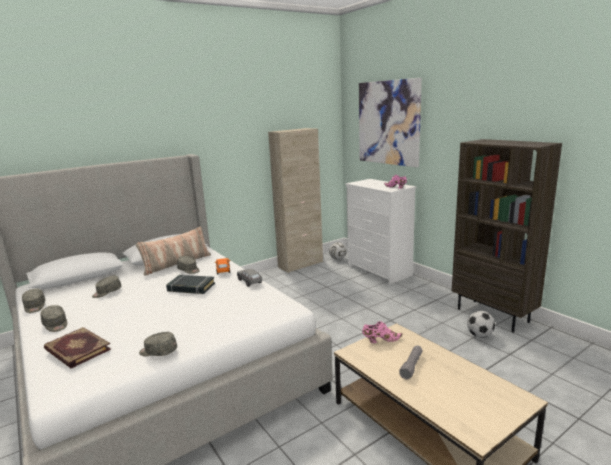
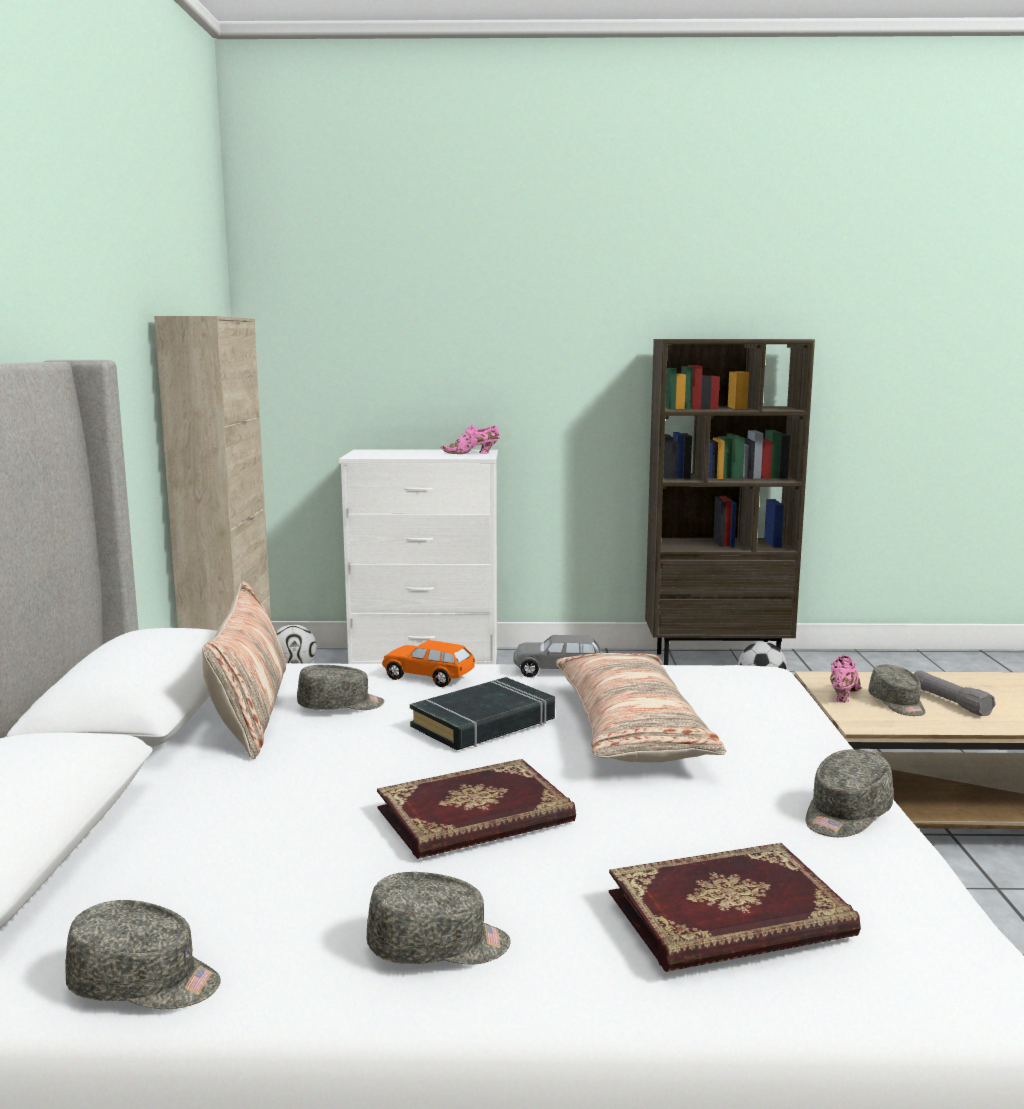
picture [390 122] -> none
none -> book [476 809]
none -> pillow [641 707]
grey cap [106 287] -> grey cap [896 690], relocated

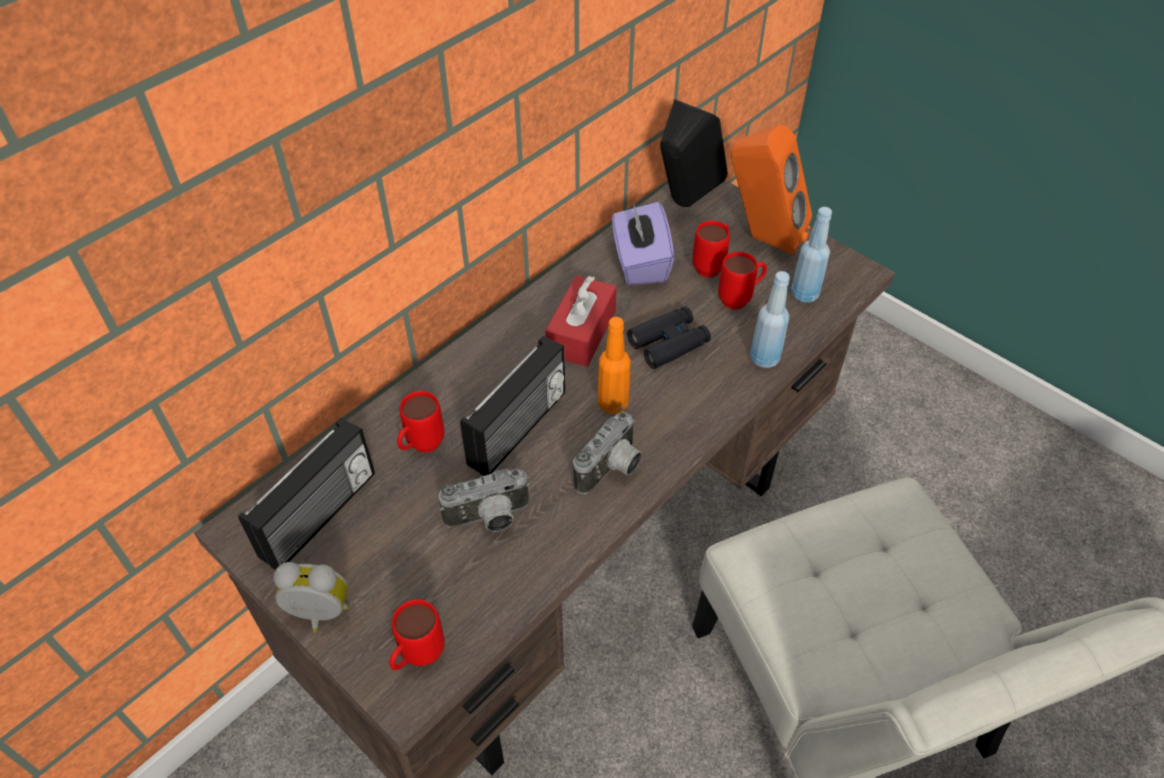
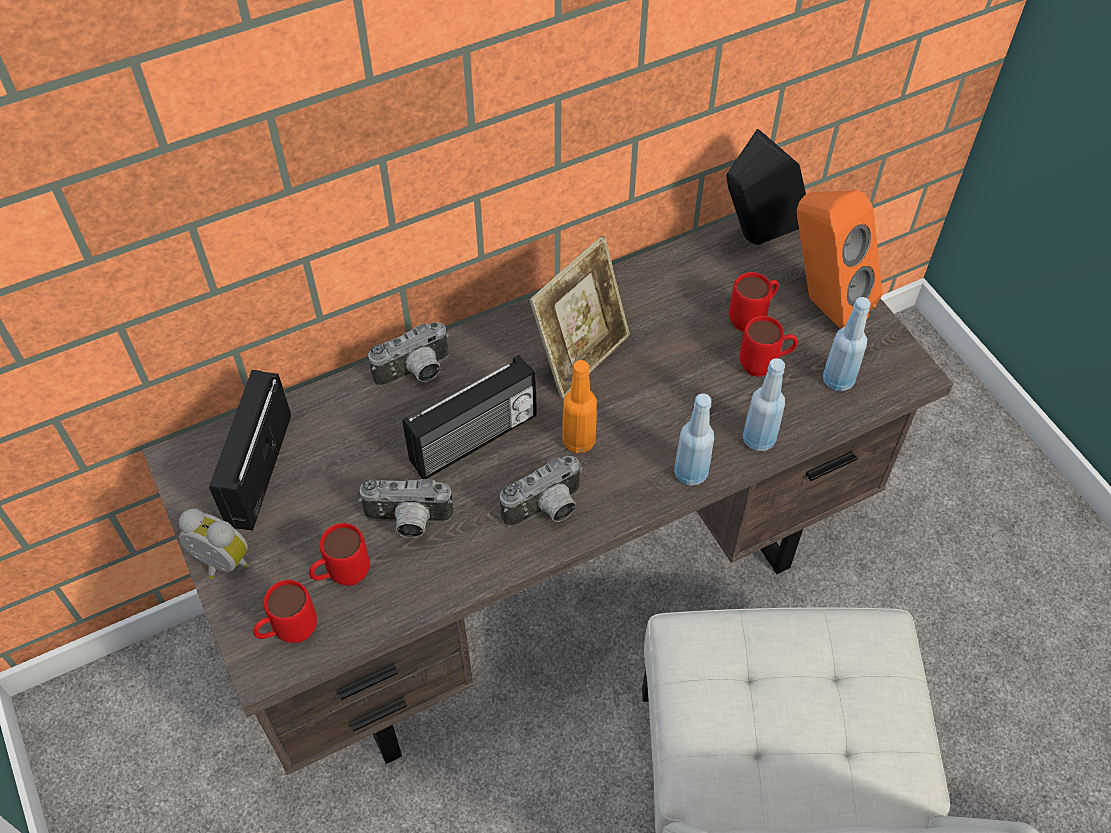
purple tissue box [643 243] -> none
black binoculars [669 337] -> none
none -> photo camera [408 354]
none -> blue bottle [694 439]
red mug [420 422] -> red mug [339 554], relocated
red tissue box [581 321] -> picture frame [579 317]
radio [306 494] -> radio [250 450], 135 degrees clockwise

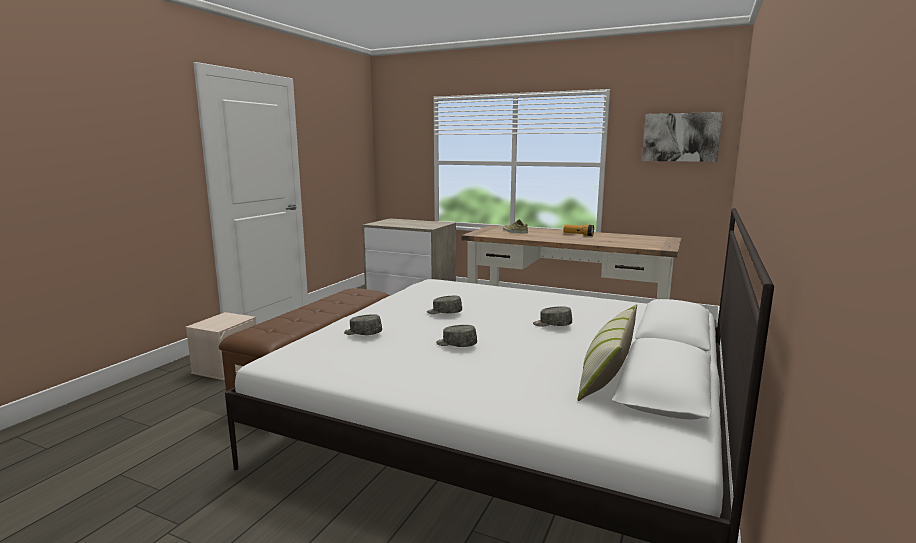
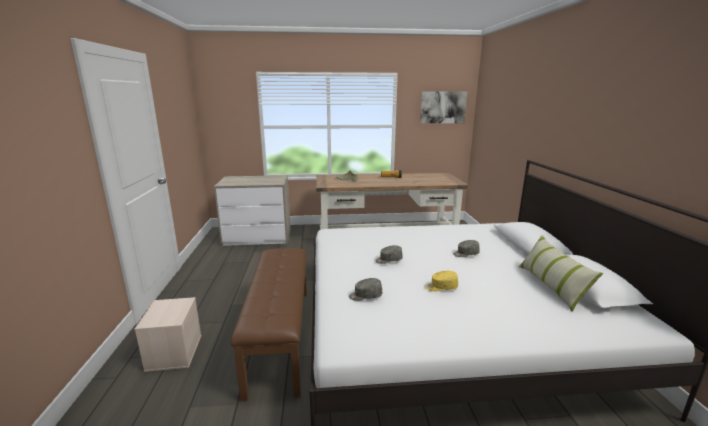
grey cap [456 336] -> yellow cap [442 281]

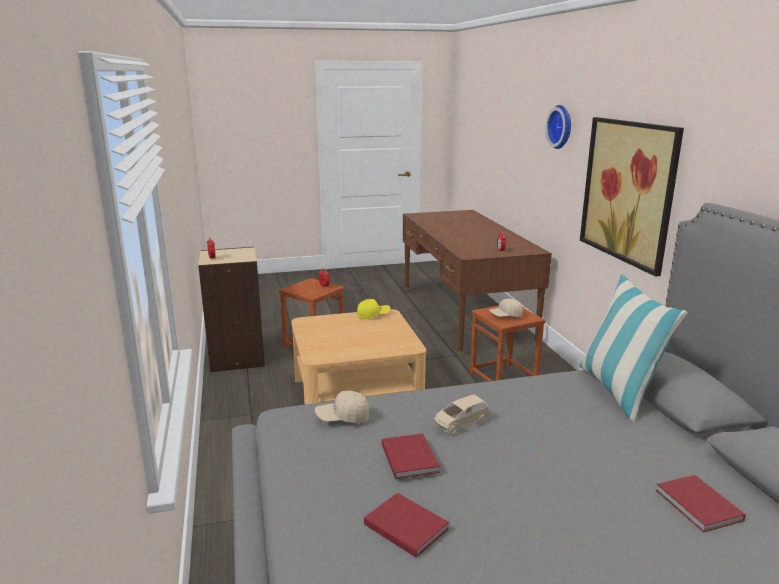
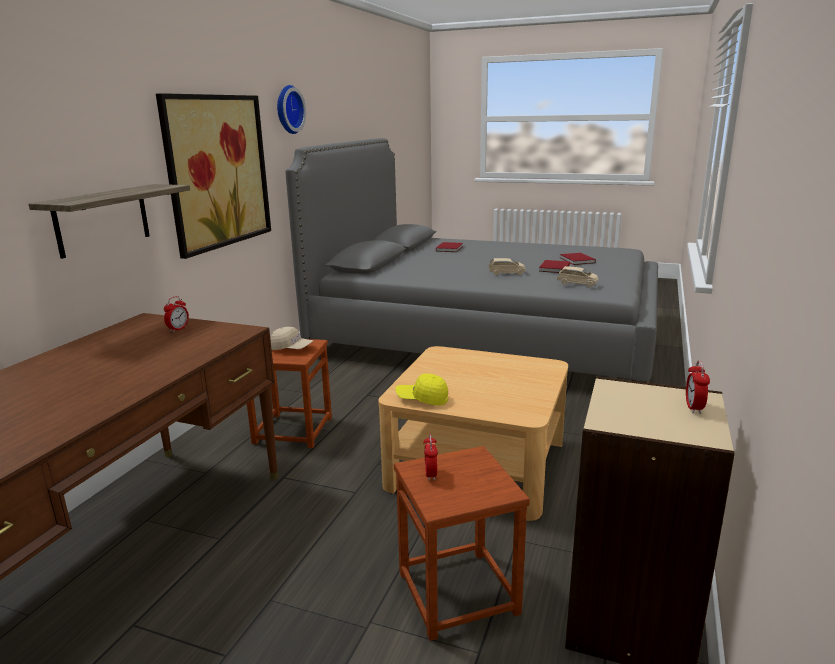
pillow [633 348] -> none
none -> shelf [109 221]
wall clock [558 127] -> wall clock [291 109], relocated
beige cap [342 406] -> beige toy car [578 276]

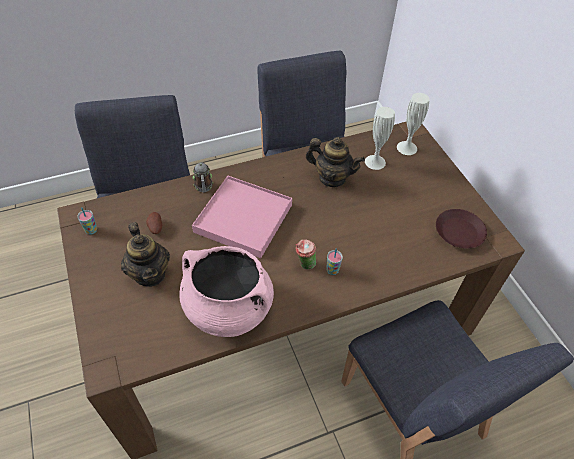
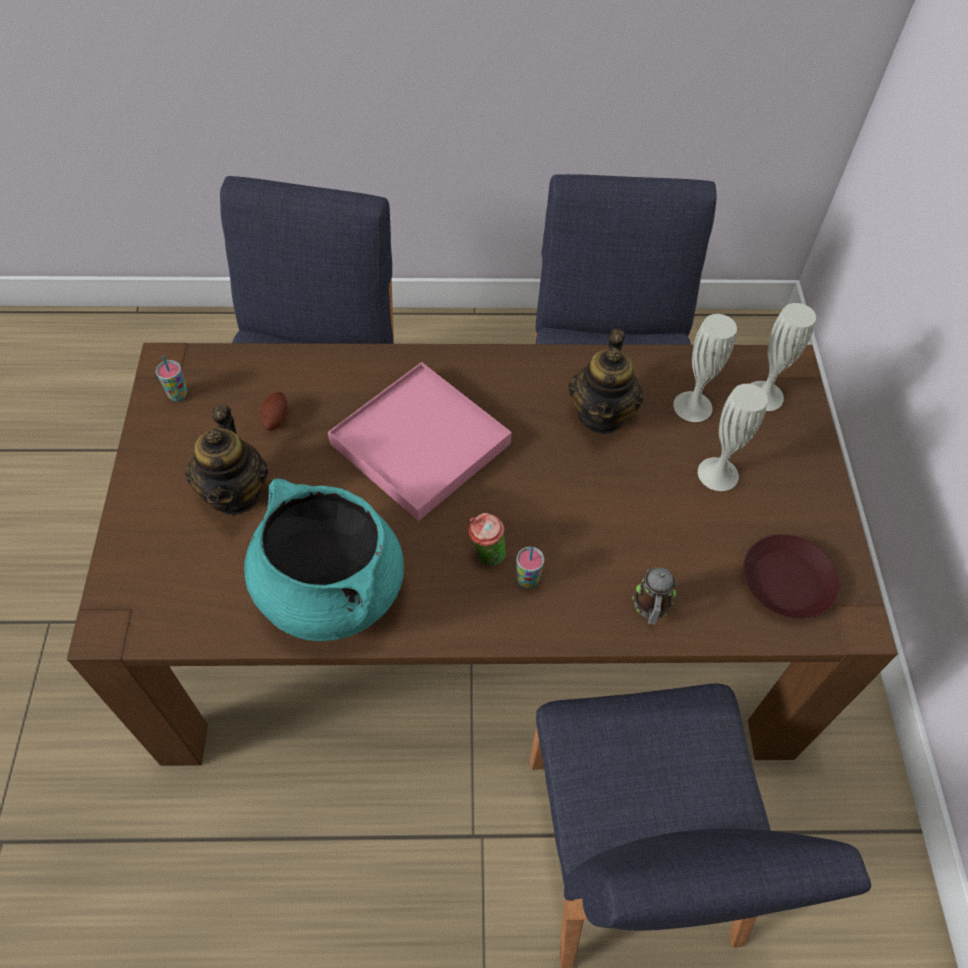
none -> white vase [733 437]
mug [202 178] -> mug [654 596], relocated
pink cooking pot [227 291] -> turquoise cooking pot [324 559]
teapot [335 162] -> teapot [606 381], 60 degrees clockwise

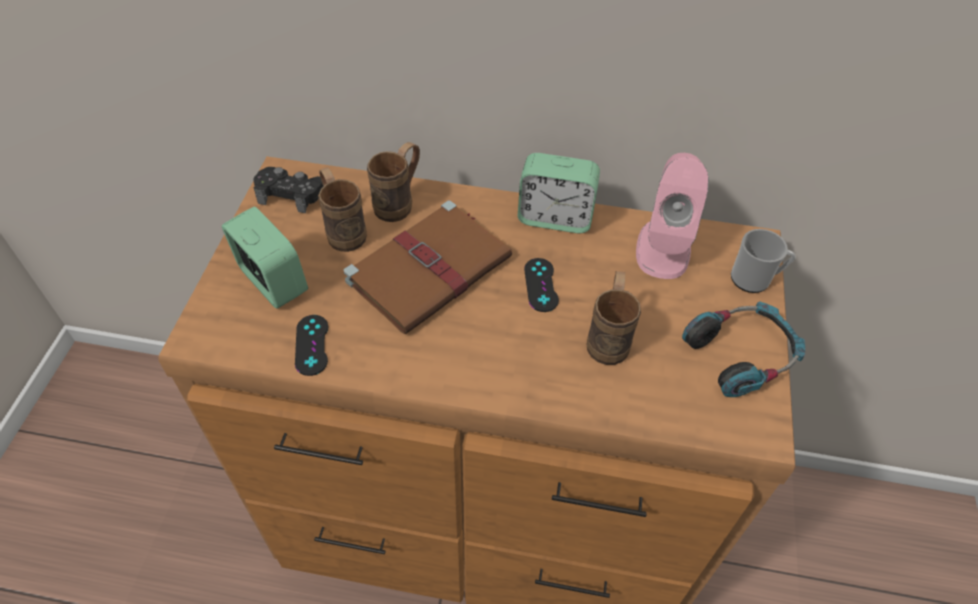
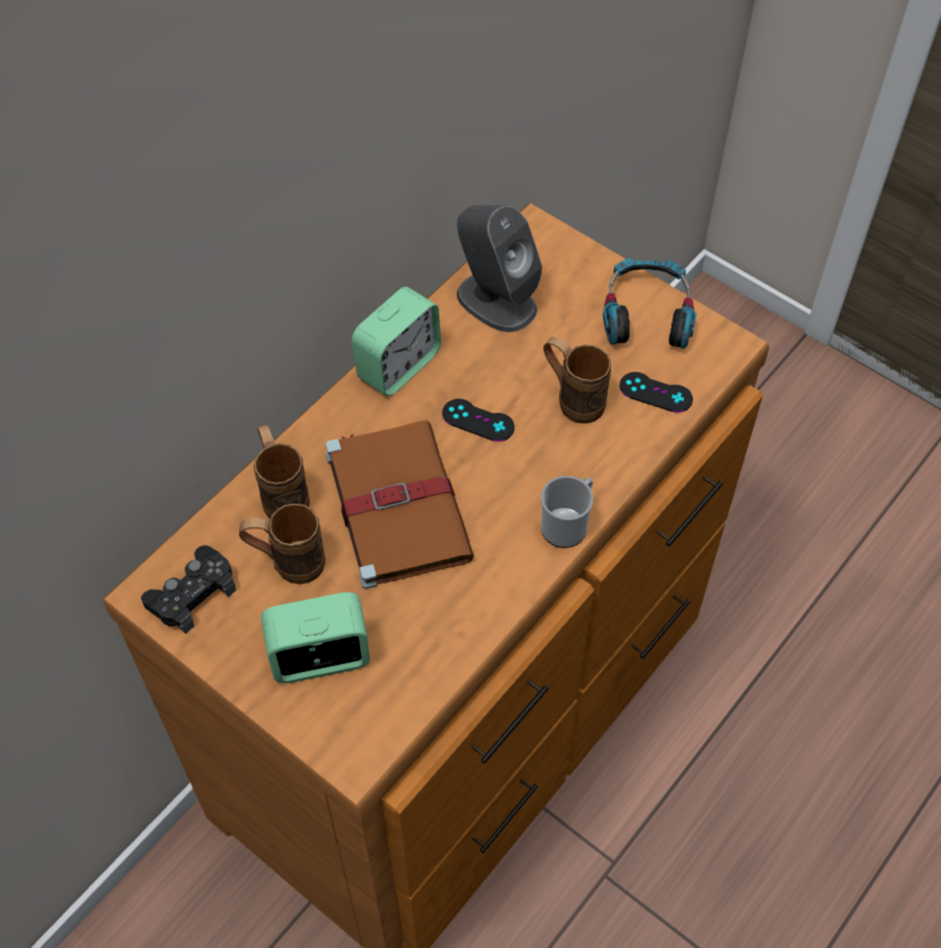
black game controller [311 345] -> black game controller [656 392], relocated
mug [763 261] -> mug [567 512], relocated
pink speaker [672 216] -> grey speaker [499 268]

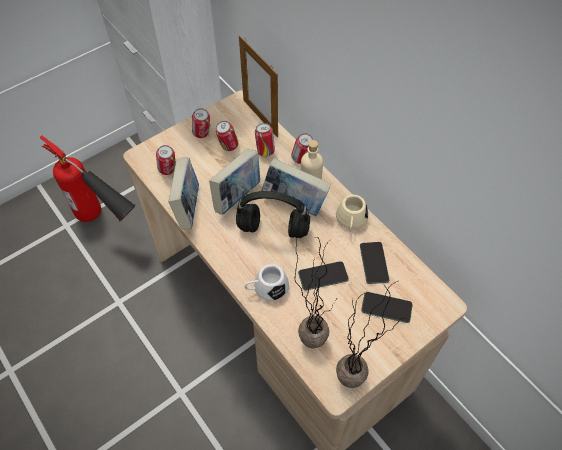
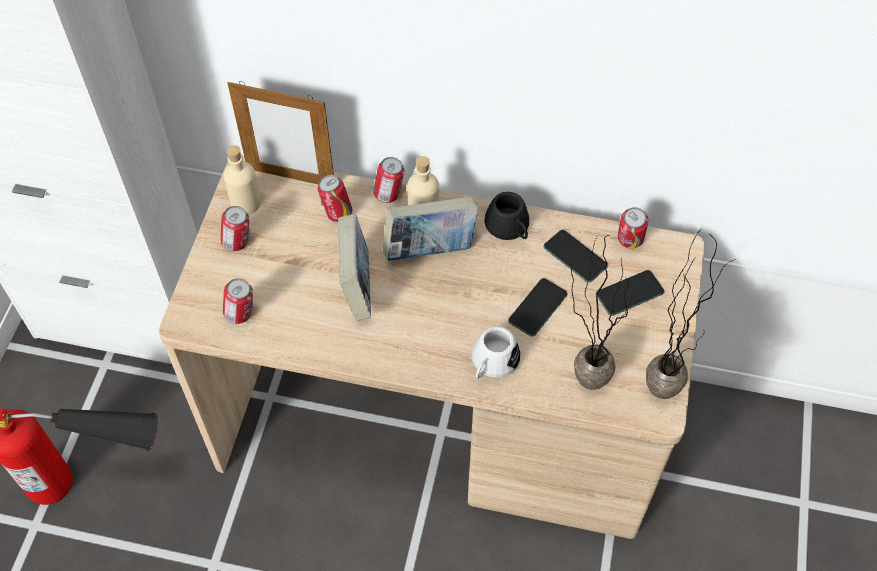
book [183 193] -> none
black headphones [273 214] -> none
none -> beige bottle [242 180]
can [227 136] -> can [633 228], relocated
beige mug [352 213] -> black mug [506 216]

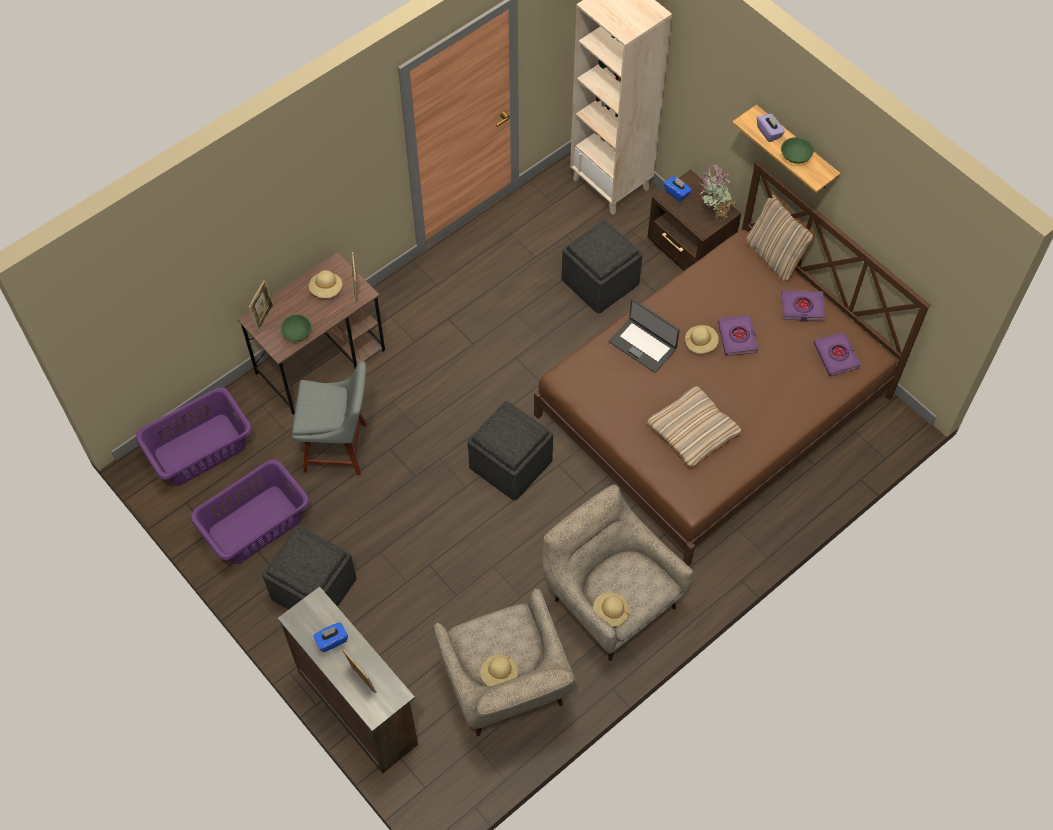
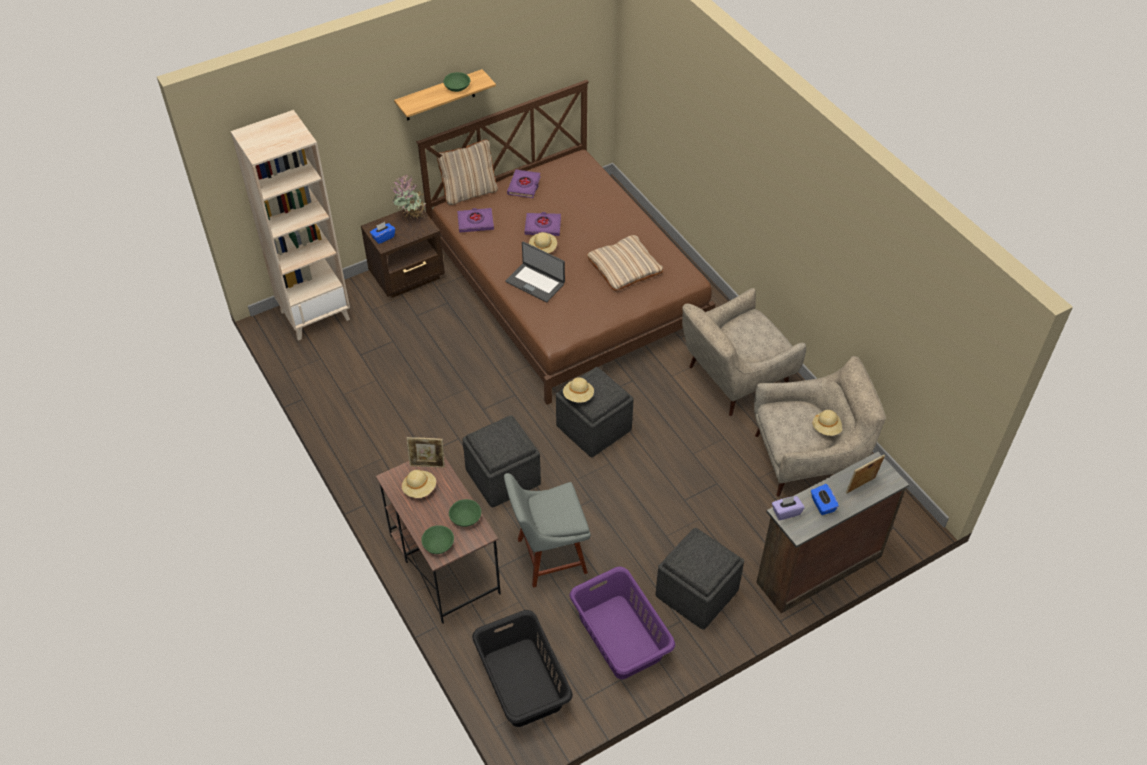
grey ottoman [602 267] -> grey ottoman [501 461], relocated
beige hat [611 610] -> beige hat [578 390], relocated
purple tissue box [771 128] -> purple tissue box [788 508], relocated
purple book [837 354] -> purple book [475 220], relocated
picture frame [261 306] -> green bowl [437 539]
purple laundry basket [194 436] -> black laundry basket [522 668]
grey chair [329 418] -> grey chair [547 530], 120 degrees counterclockwise
laptop [644 336] -> laptop [535 271], 75 degrees clockwise

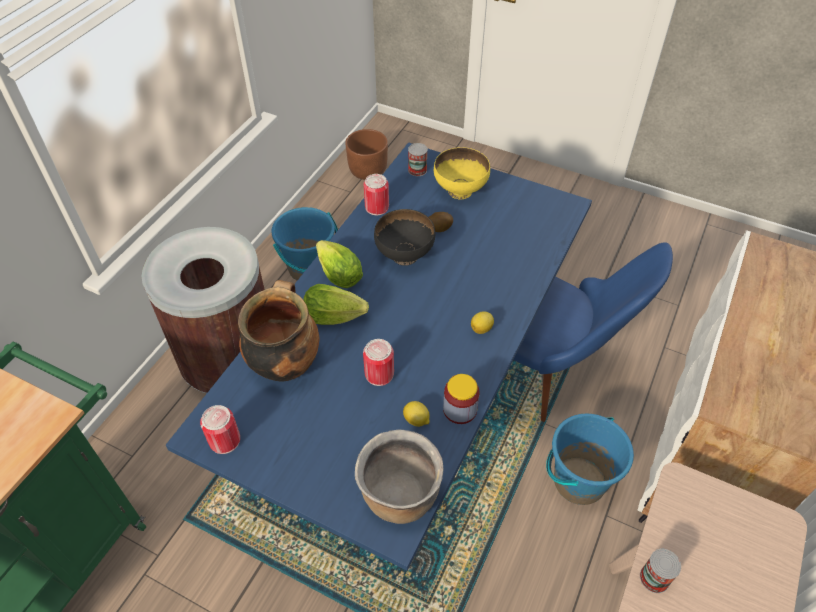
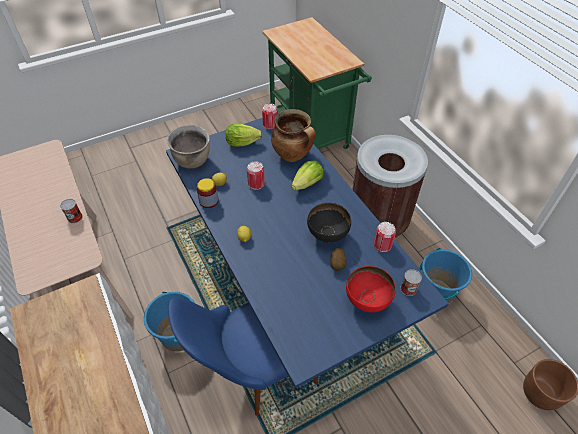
lettuce [339 264] -> lettuce [243 135], relocated
yellow bowl [462 173] -> red bowl [371 289]

